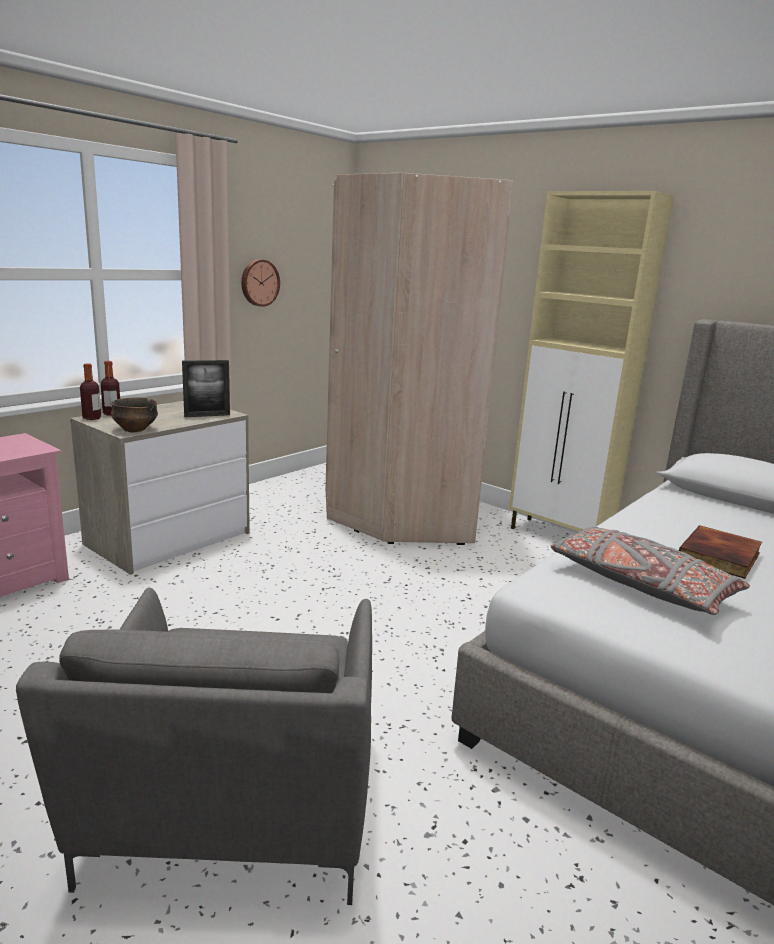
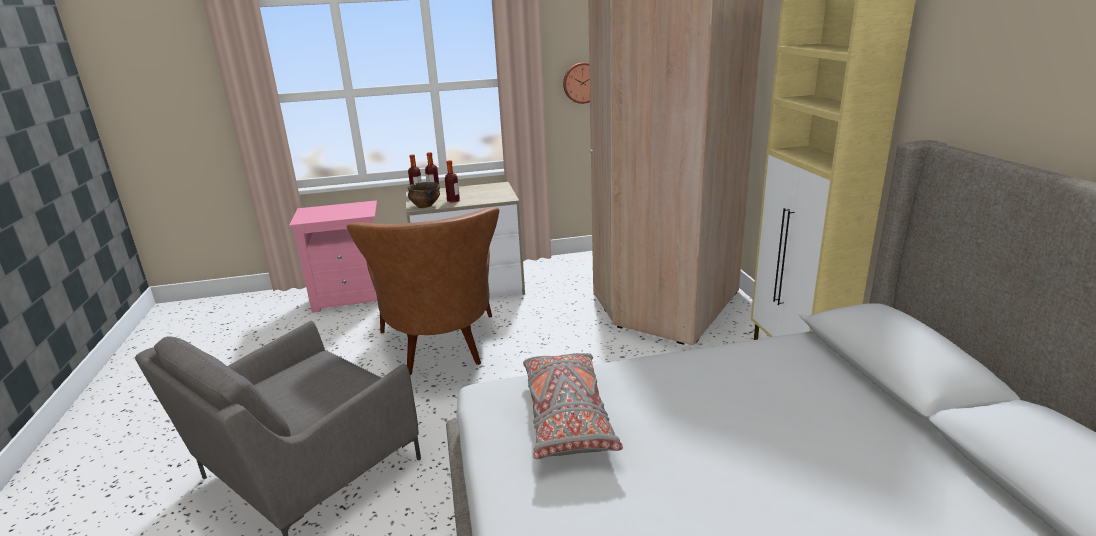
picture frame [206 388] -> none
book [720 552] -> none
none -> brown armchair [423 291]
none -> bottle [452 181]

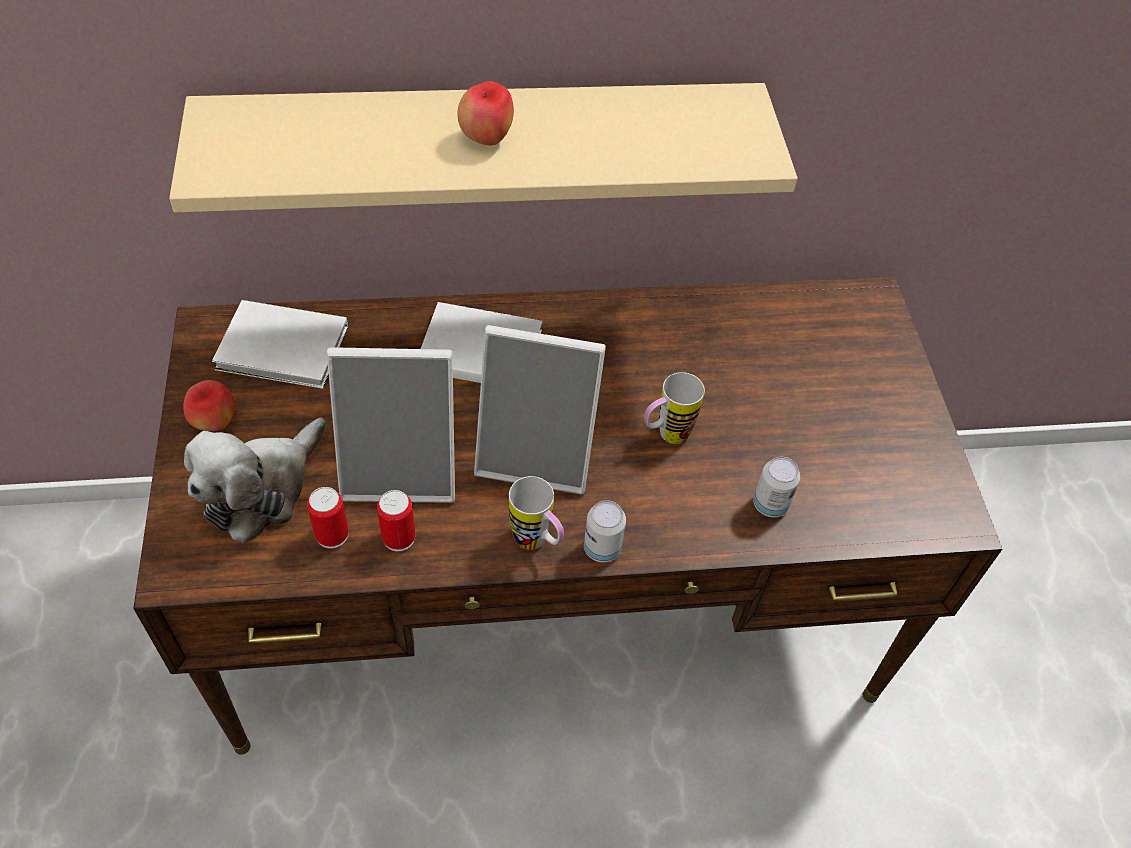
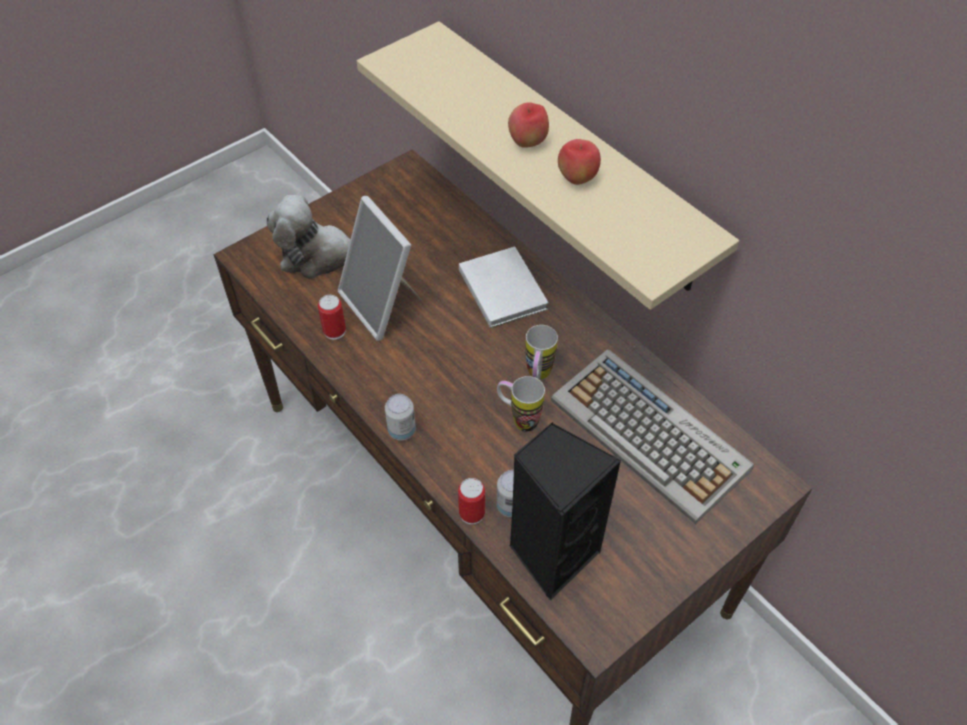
white book [280 344] -> none
picture frame [540 410] -> none
none -> black speaker [565 511]
none -> keyboard [652 436]
apple [209 405] -> apple [579 162], relocated
can [328 518] -> can [471 501], relocated
mug [536 513] -> mug [541 352], relocated

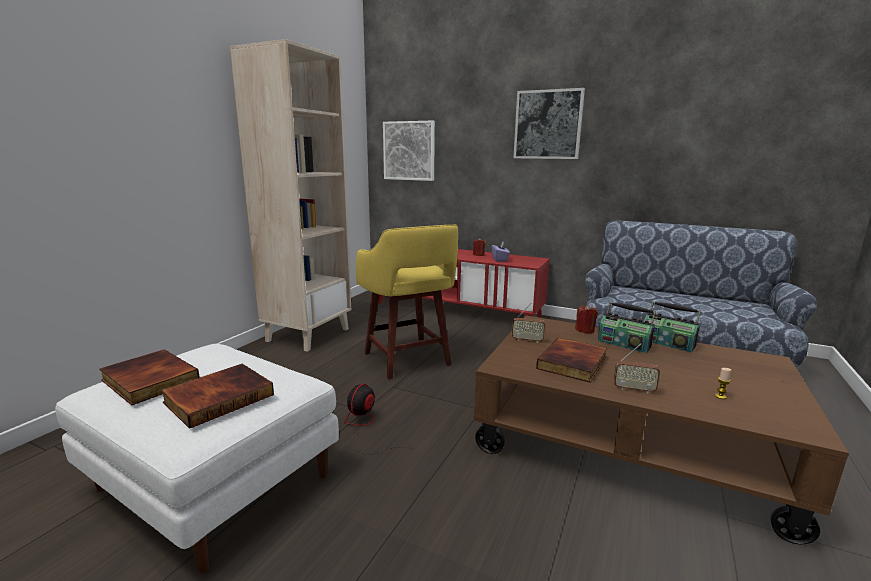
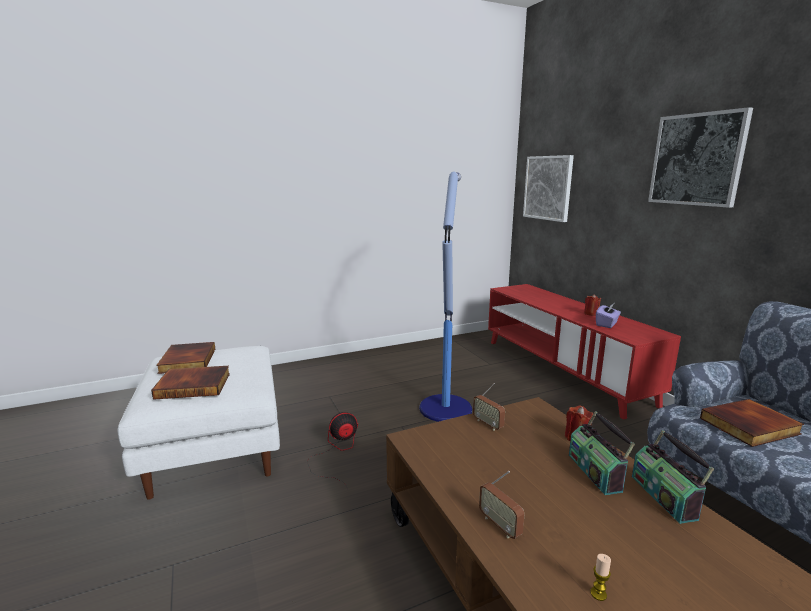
beige bookcase [290 195] -> none
book [571 360] -> book [752 423], relocated
yellow stool [407 302] -> floor lamp [445 296]

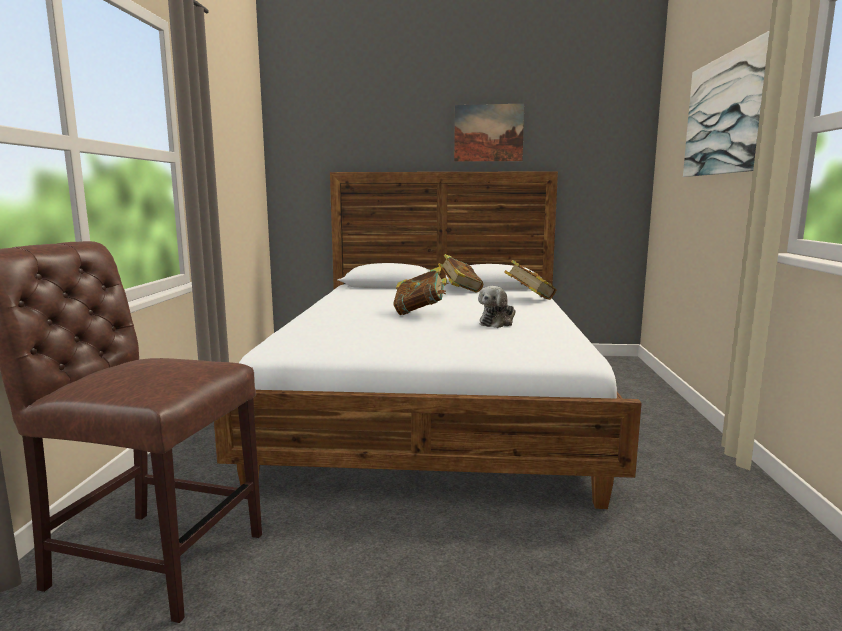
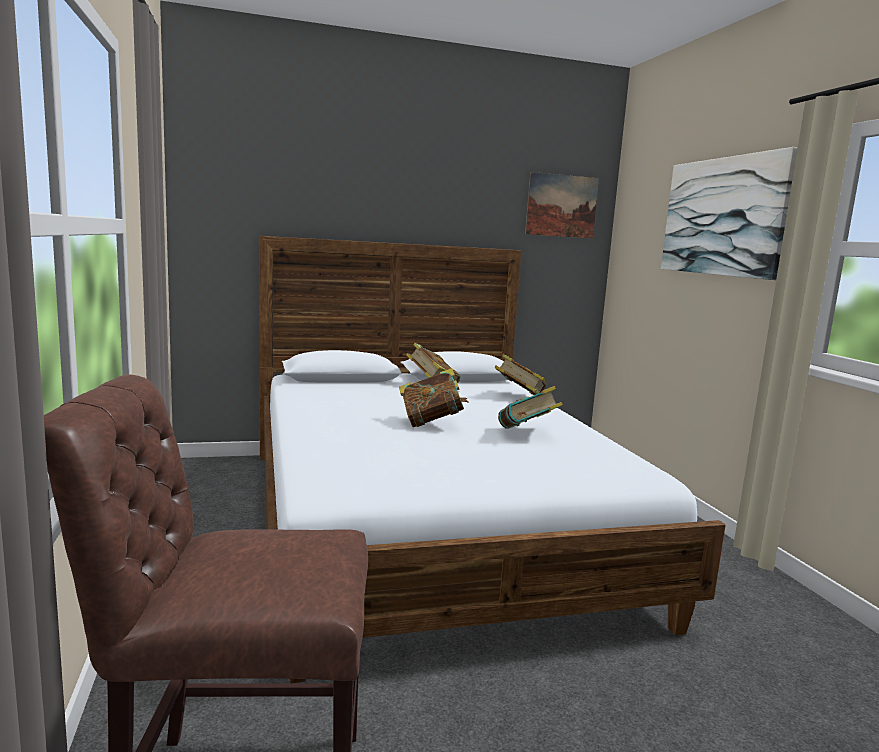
picture [489 133] -> picture [562 205], relocated
plush toy [497 307] -> book [530 407]

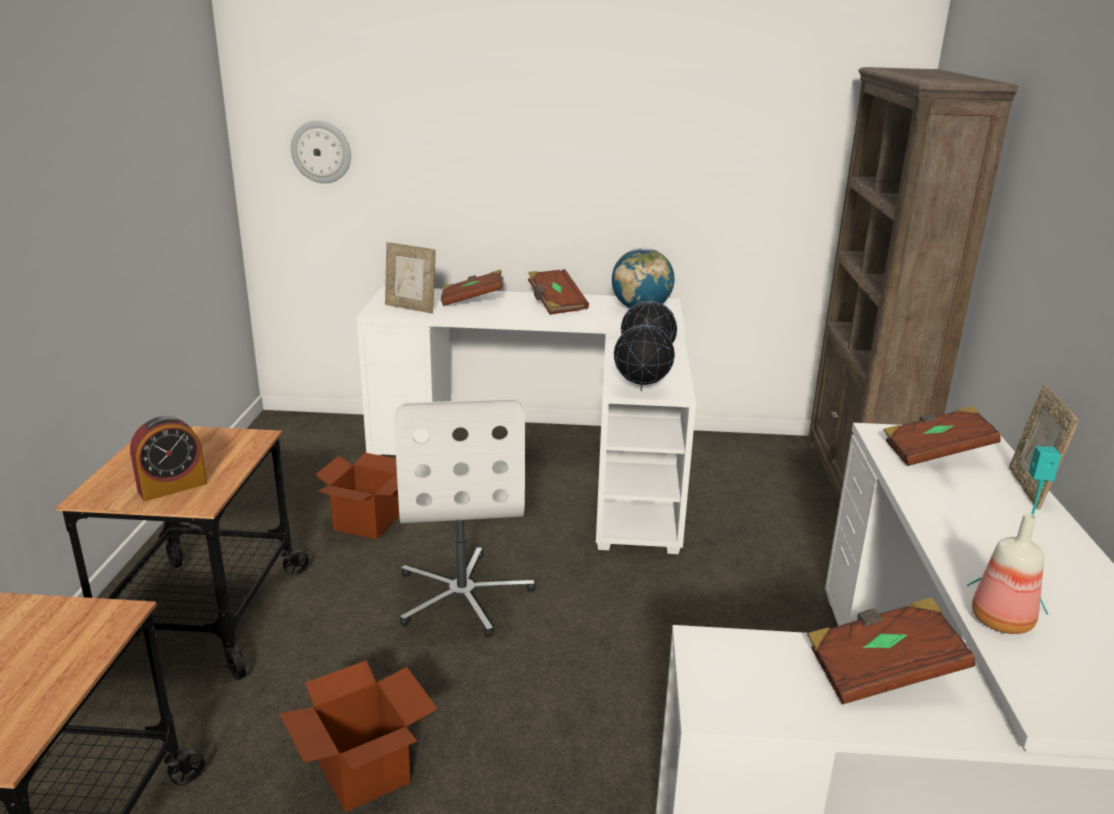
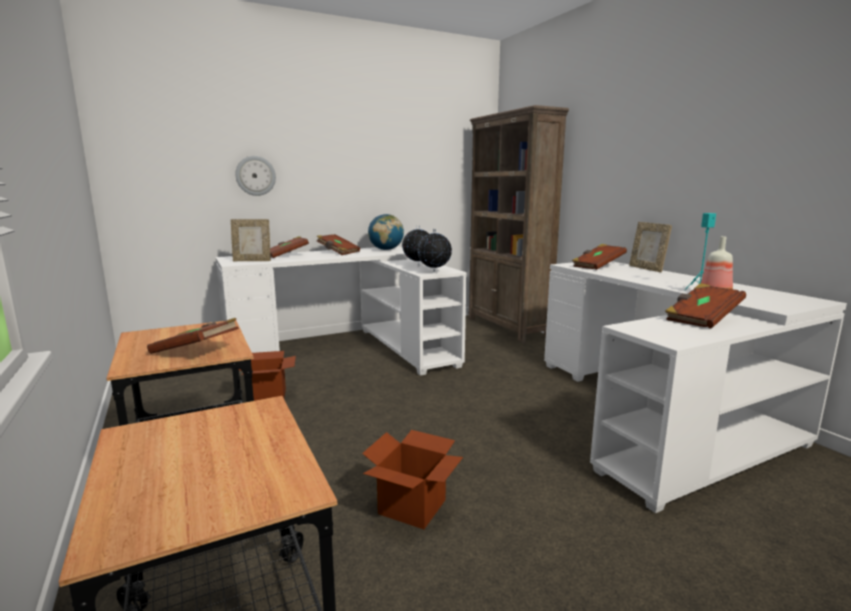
white office chair [465 518] -> none
wall clock [321 152] -> wall clock [255 176], relocated
alarm clock [168 458] -> brown book [193 336]

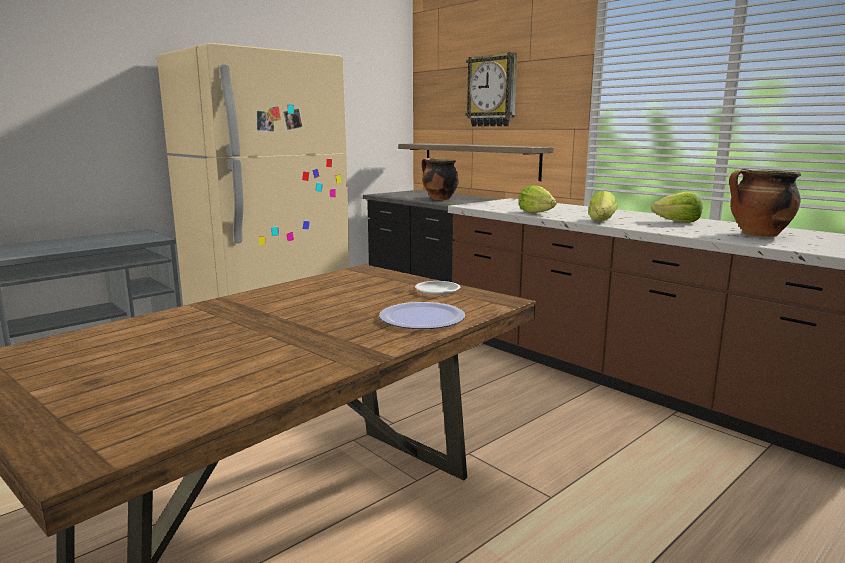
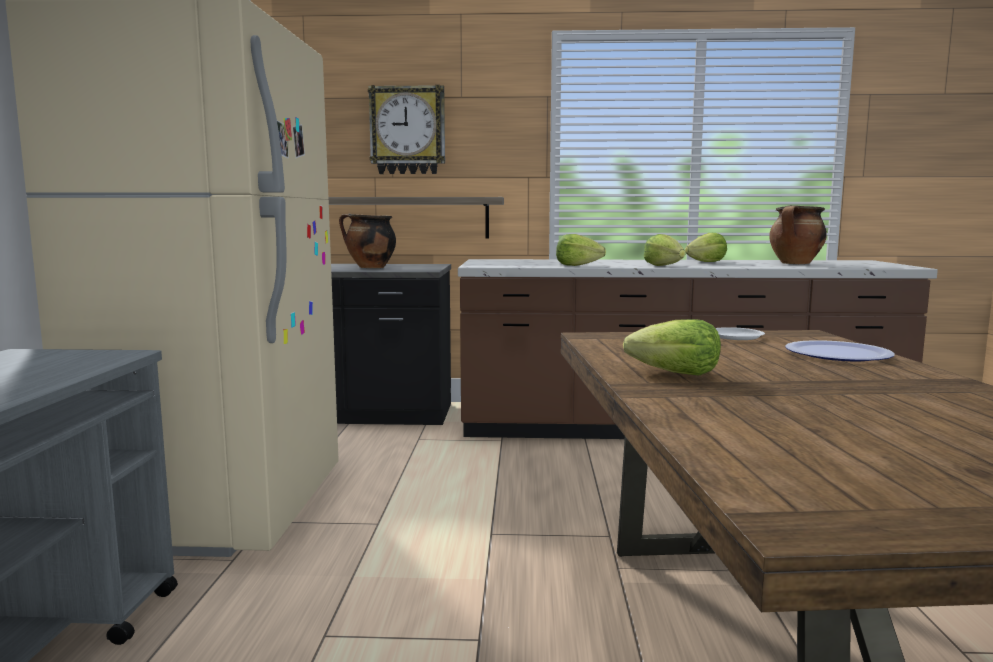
none -> lettuce [672 347]

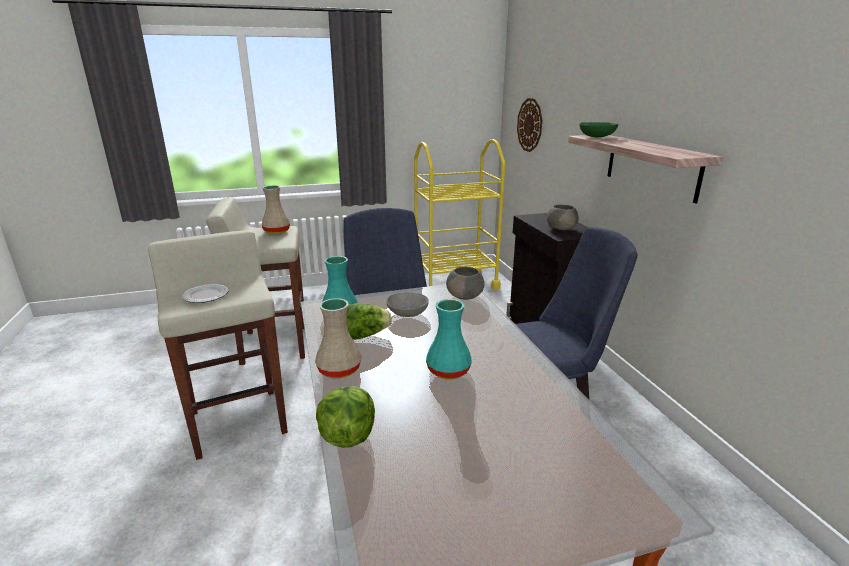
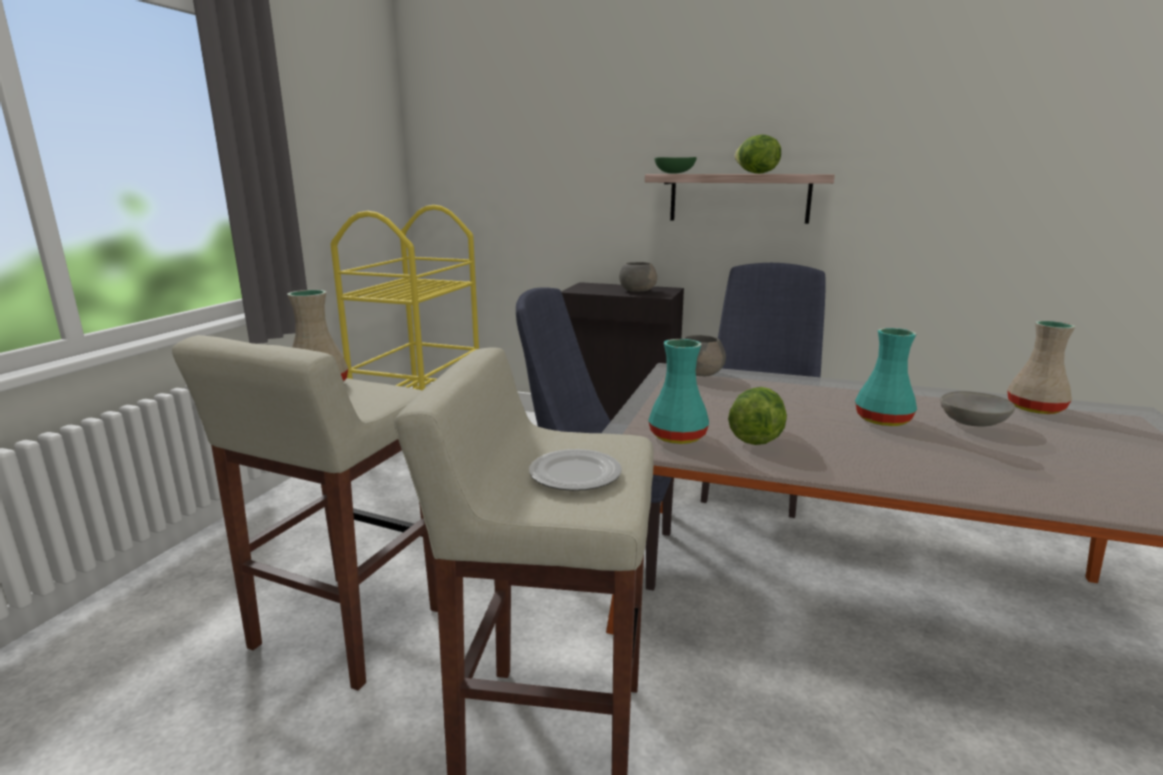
wall clock [529 125] -> none
beige vase [338 338] -> beige vase [1041 367], relocated
lettuce [345 417] -> lettuce [757 154], relocated
grey bowl [407 304] -> grey bowl [977 409], relocated

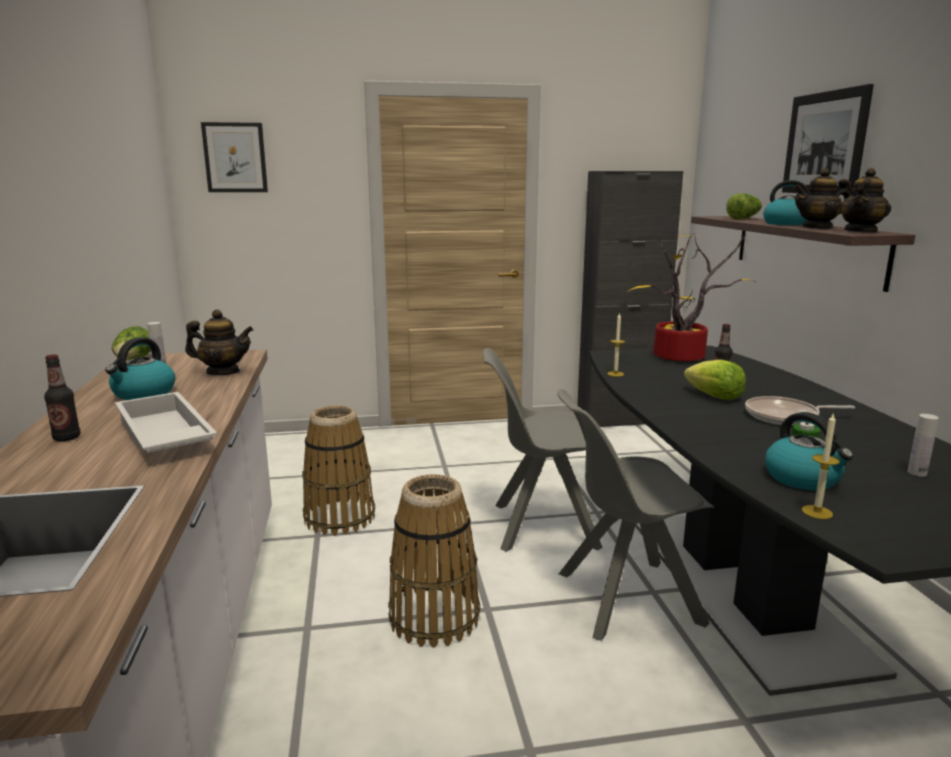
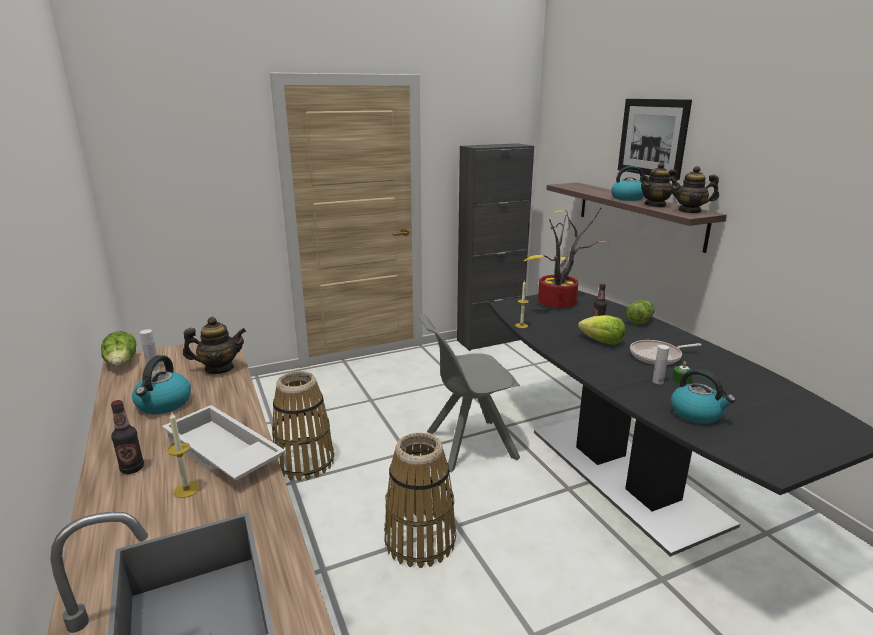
picture [234 157] -> none
grey chair [636 515] -> none
lettuce [744 206] -> lettuce [640 312], relocated
candle [821 465] -> candle [183 455], relocated
white bottle [923 445] -> white bottle [660 364], relocated
teapot [865 200] -> teapot [694 190], 75 degrees clockwise

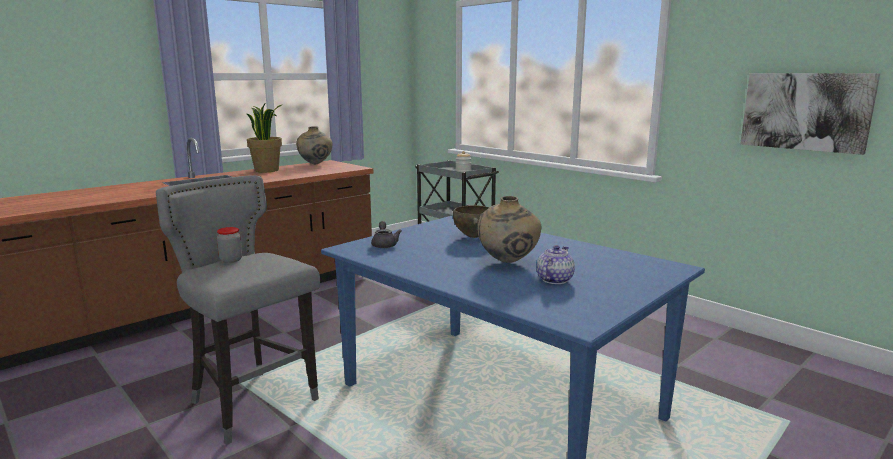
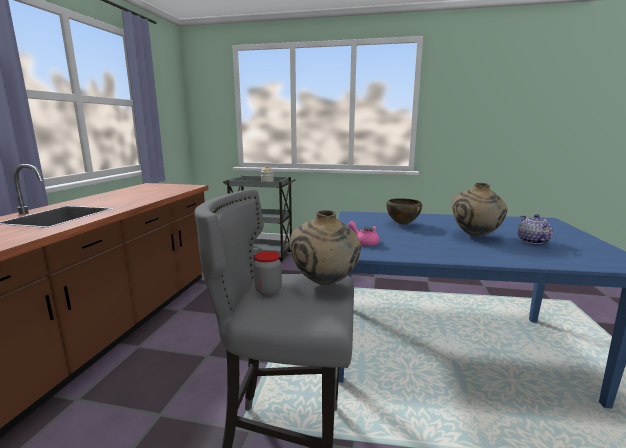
potted plant [265 138] -> none
picture [810 114] -> none
beige vase [314 145] -> beige vase [325 247], relocated
grey teapot [386 234] -> pink teapot [364 233]

